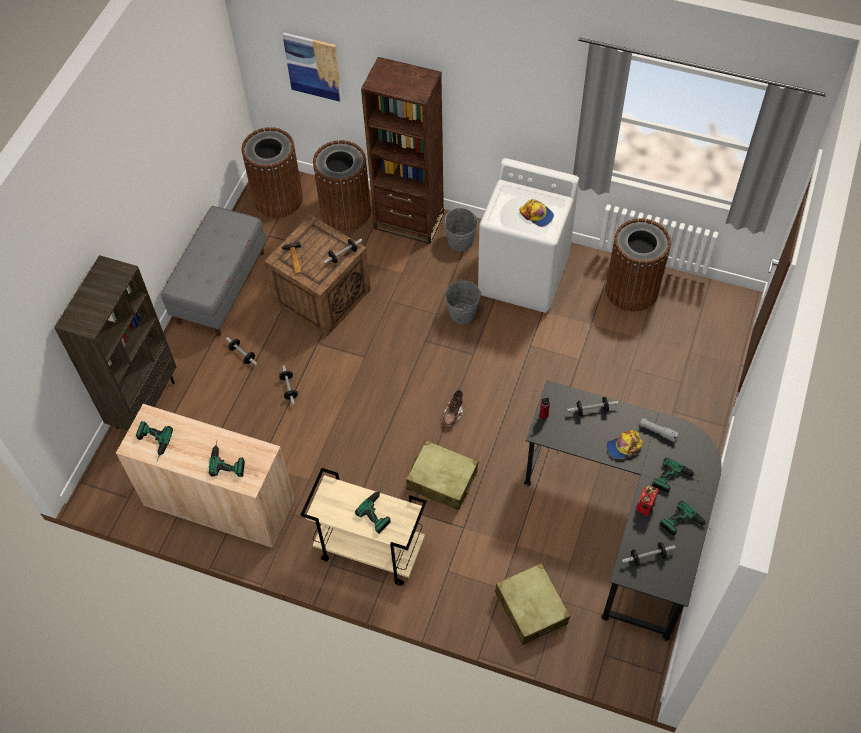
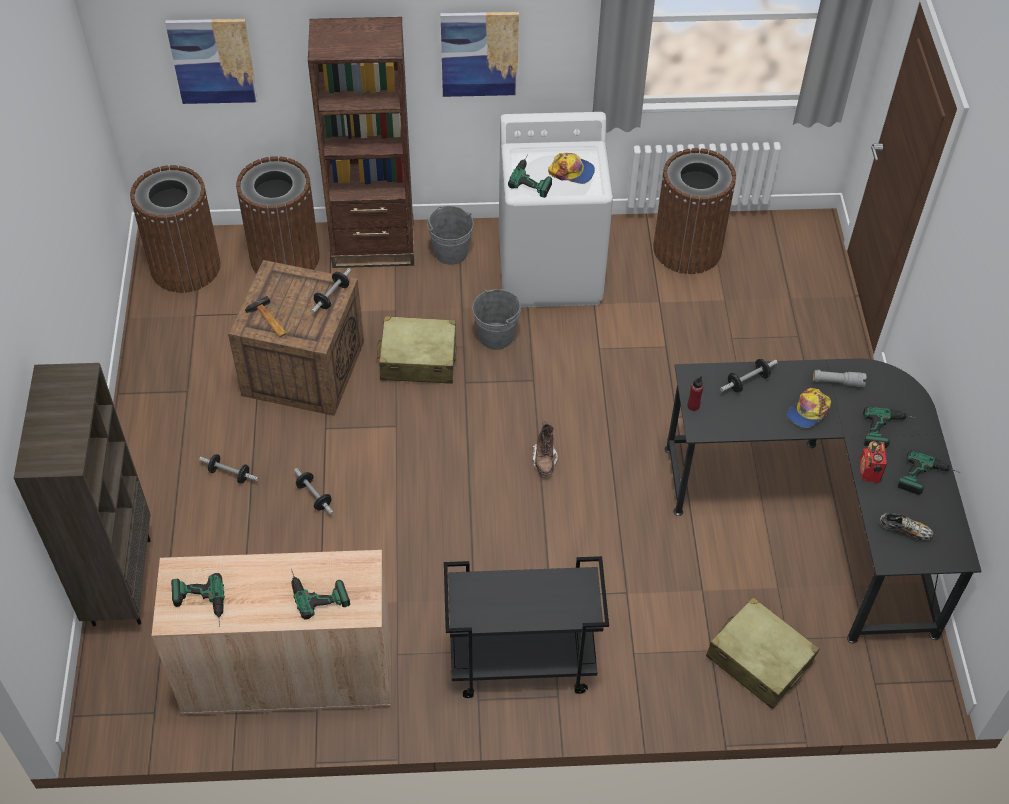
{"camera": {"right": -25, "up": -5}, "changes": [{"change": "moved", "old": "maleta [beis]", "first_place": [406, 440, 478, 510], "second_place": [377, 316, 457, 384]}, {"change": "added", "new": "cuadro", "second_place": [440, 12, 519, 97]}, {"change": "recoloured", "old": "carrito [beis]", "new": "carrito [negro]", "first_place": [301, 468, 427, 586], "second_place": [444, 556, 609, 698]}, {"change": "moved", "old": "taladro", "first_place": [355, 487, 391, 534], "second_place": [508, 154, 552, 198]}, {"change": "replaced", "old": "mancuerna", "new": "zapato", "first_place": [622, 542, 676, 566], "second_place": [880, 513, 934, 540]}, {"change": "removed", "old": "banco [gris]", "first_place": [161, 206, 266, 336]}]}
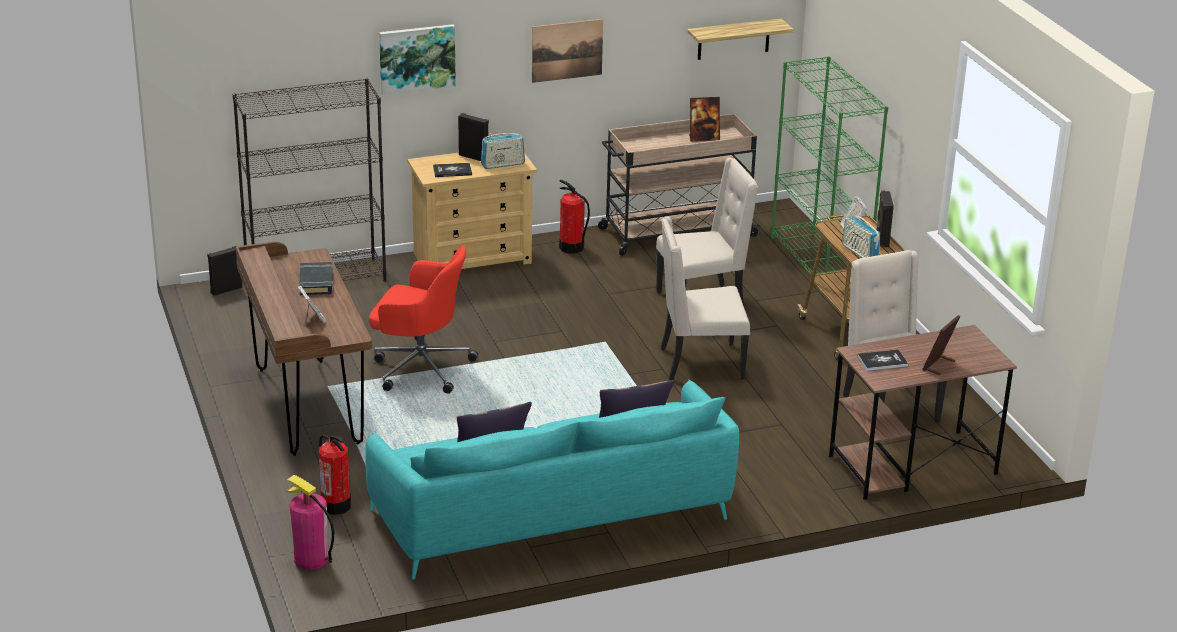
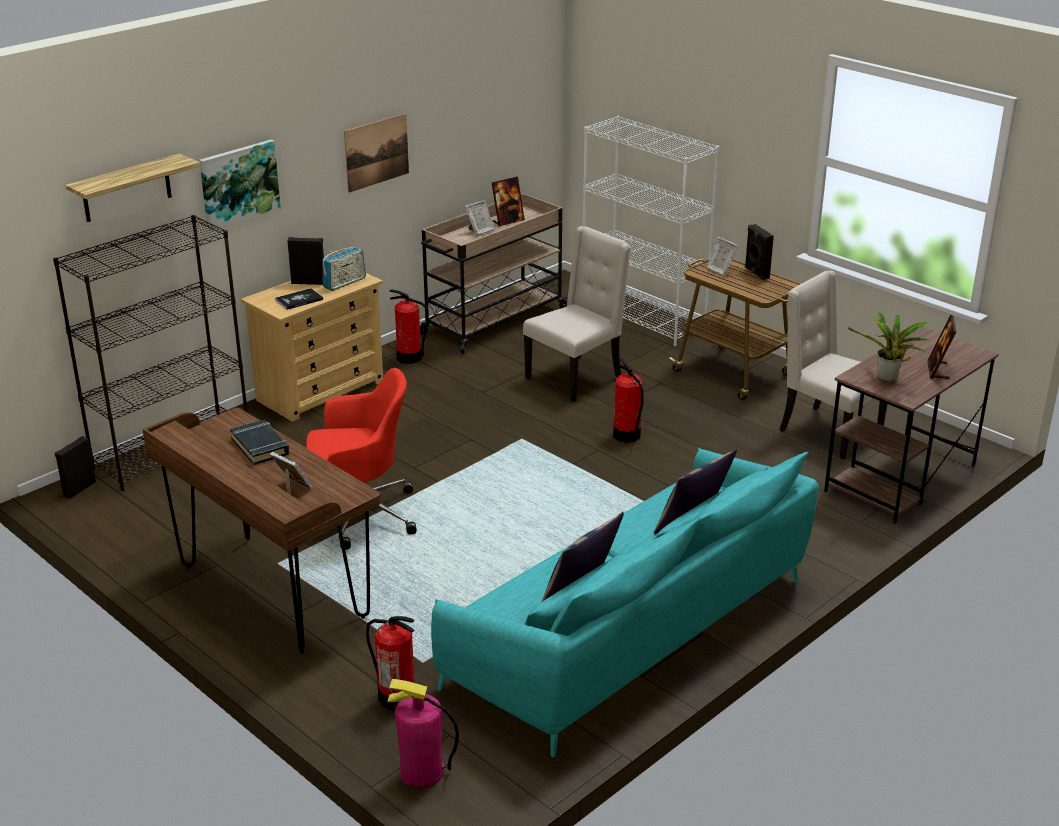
{"camera": {"right": -25, "up": 0}, "changes": [{"change": "moved", "old": "estante", "first_place": [687, 18, 794, 60], "second_place": [65, 153, 200, 222]}, {"change": "added", "new": "portarretratos", "second_place": [465, 200, 495, 236]}, {"change": "recoloured", "old": "estantería [verde]", "new": "estantería [blanco]", "first_place": [771, 56, 888, 296], "second_place": [583, 116, 720, 346]}, {"change": "replaced", "old": "silla [beis]", "new": "extintor", "first_place": [661, 217, 750, 380], "second_place": [613, 356, 644, 443]}, {"change": "replaced", "old": "libro", "new": "planta en maceta", "first_place": [857, 350, 909, 371], "second_place": [848, 312, 931, 382]}, {"change": "removed", "old": "radio", "first_place": [842, 212, 880, 258]}]}
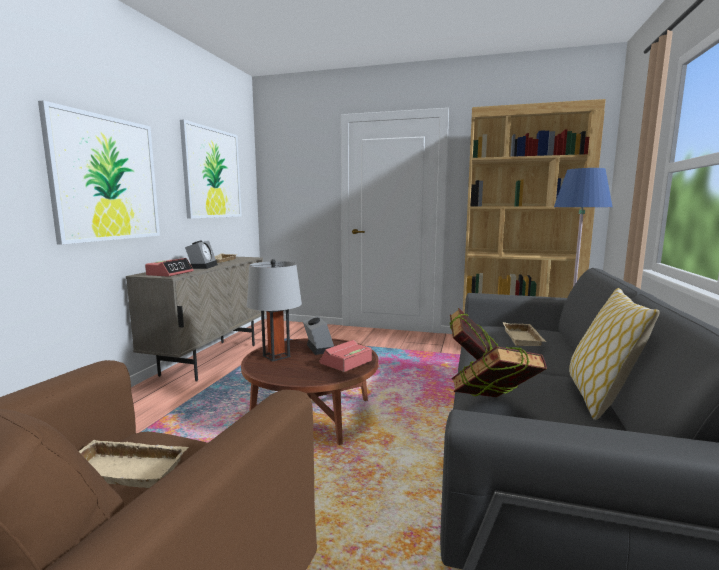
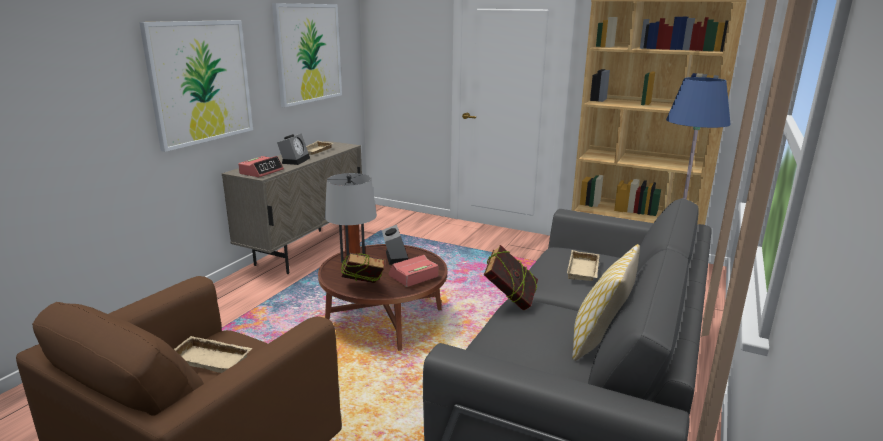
{"camera": {"right": 10, "up": 10}, "changes": [{"change": "moved", "old": "libro", "first_place": [451, 346, 547, 397], "second_place": [341, 253, 385, 283]}]}
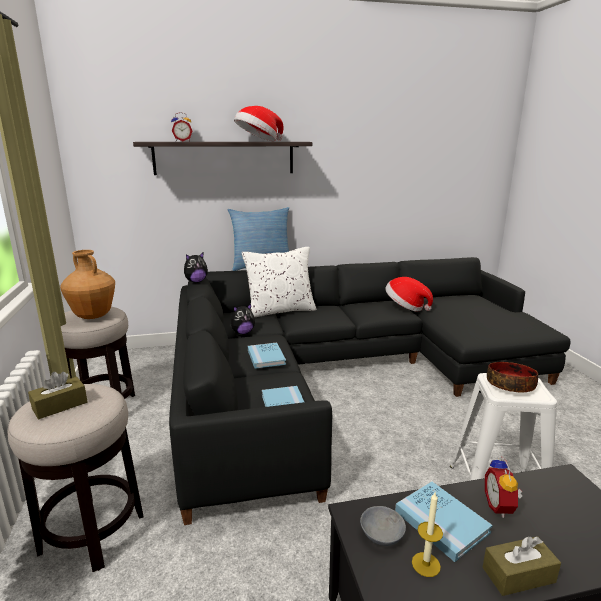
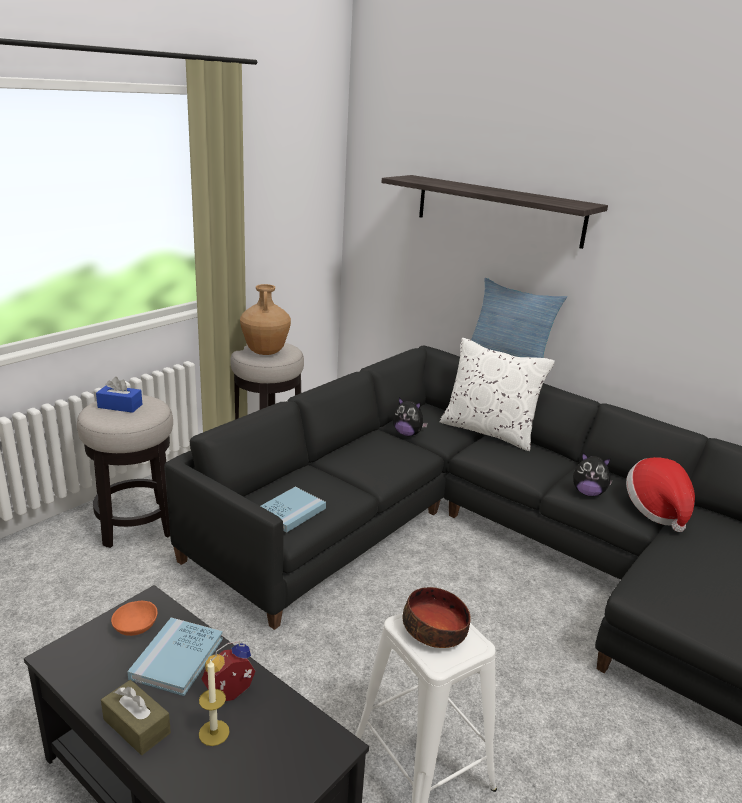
{"camera": {"right": 50, "up": 5}, "changes": [{"change": "recoloured", "old": "caja de pañuelos [marrón]", "new": "caja de pañuelos [azul]", "first_place": [28, 372, 87, 419], "second_place": [96, 377, 142, 413]}, {"change": "recoloured", "old": "cuenco [gris]", "new": "cuenco [naranja]", "first_place": [360, 506, 406, 546], "second_place": [111, 601, 158, 636]}, {"change": "moved", "old": "vela", "first_place": [412, 493, 443, 577], "second_place": [199, 659, 230, 746]}, {"change": "moved", "old": "peluche", "first_place": [184, 253, 208, 283], "second_place": [573, 453, 613, 496]}, {"change": "removed", "old": "despertador", "first_place": [171, 112, 192, 141]}, {"change": "removed", "old": "sombrero", "first_place": [234, 106, 284, 141]}, {"change": "removed", "old": "libro [azul]", "first_place": [248, 343, 286, 369]}]}
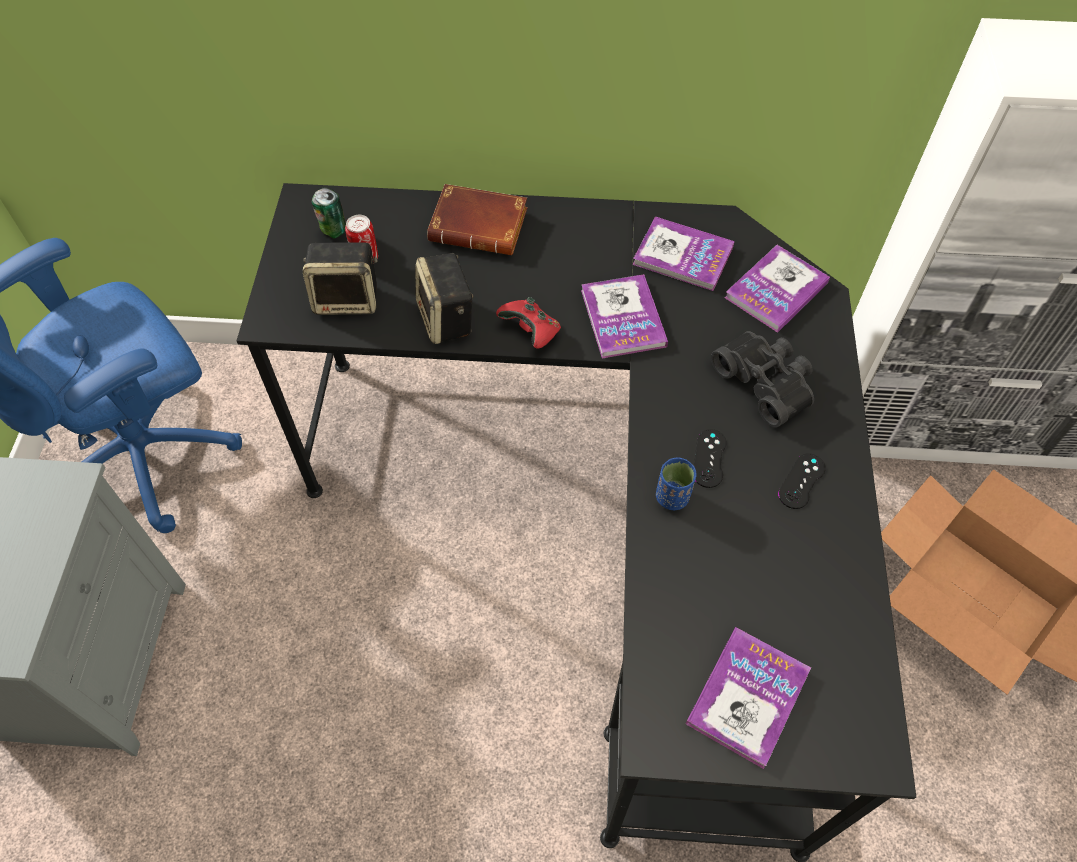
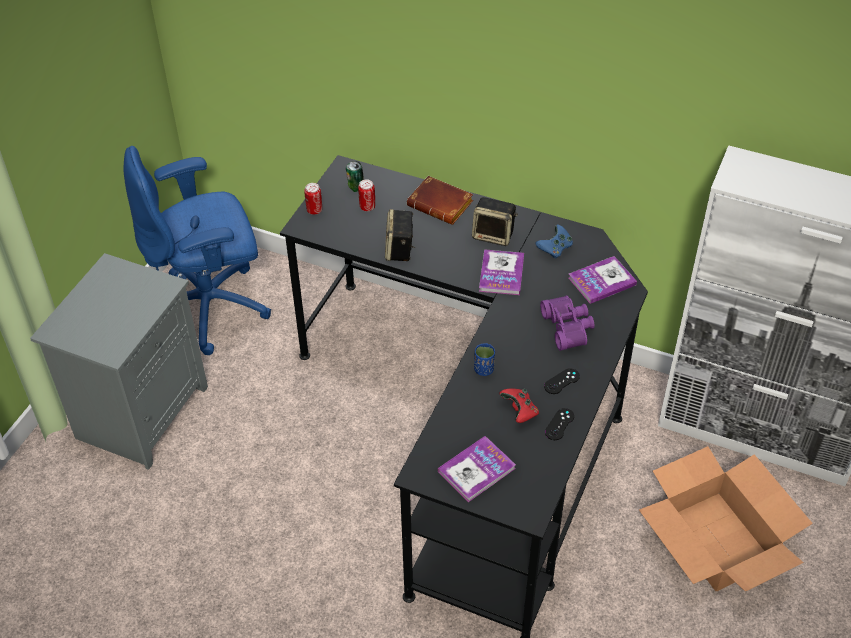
{"camera": {"right": 20, "up": -10}, "changes": [{"change": "added", "new": "lata", "second_place": [304, 183, 322, 215]}, {"change": "moved", "old": "altavoz", "first_place": [303, 242, 378, 315], "second_place": [472, 197, 518, 246]}, {"change": "moved", "old": "mando de consola [rojo]", "first_place": [496, 297, 561, 348], "second_place": [499, 388, 539, 423]}, {"change": "replaced", "old": "libro", "new": "mando de consola [azul]", "first_place": [632, 216, 735, 291], "second_place": [536, 225, 573, 259]}, {"change": "recoloured", "old": "prismáticos [negro]", "new": "prismáticos [morado]", "first_place": [711, 331, 814, 428], "second_place": [540, 295, 594, 351]}, {"change": "moved", "old": "mando de consola [negro]", "first_place": [694, 429, 727, 488], "second_place": [545, 408, 574, 440]}]}
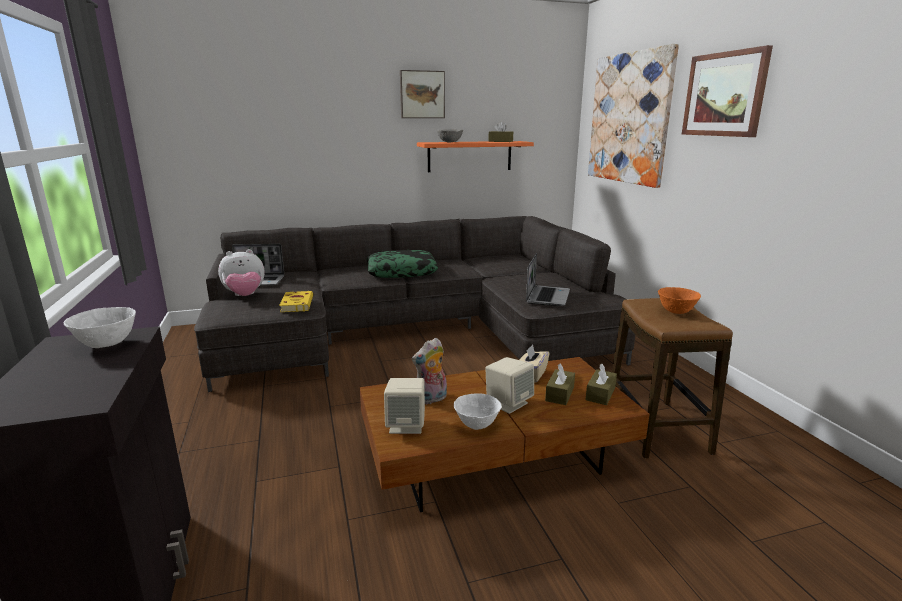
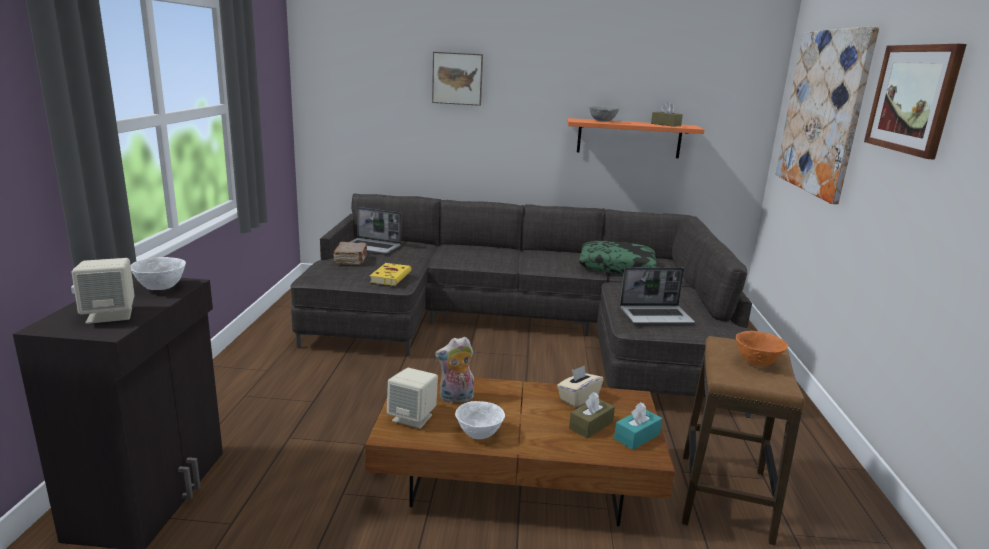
{"camera": {"right": 20, "up": 0}, "changes": [{"change": "moved", "old": "altavoz [beis]", "first_place": [485, 357, 534, 414], "second_place": [72, 258, 134, 324]}, {"change": "replaced", "old": "peluche", "new": "libro [marrón]", "first_place": [218, 249, 265, 296], "second_place": [333, 242, 368, 265]}, {"change": "moved", "old": "cuadro", "first_place": [400, 70, 445, 118], "second_place": [432, 52, 483, 106]}, {"change": "moved", "old": "cojín", "first_place": [367, 250, 438, 278], "second_place": [579, 241, 657, 274]}, {"change": "recoloured", "old": "caja de pañuelos [marrón]", "new": "caja de pañuelos [turquesa]", "first_place": [586, 363, 617, 405], "second_place": [614, 402, 662, 450]}, {"change": "turned", "old": "portátil", "first_place": [526, 253, 570, 306], "second_place": [620, 267, 695, 323], "degrees": 45}]}
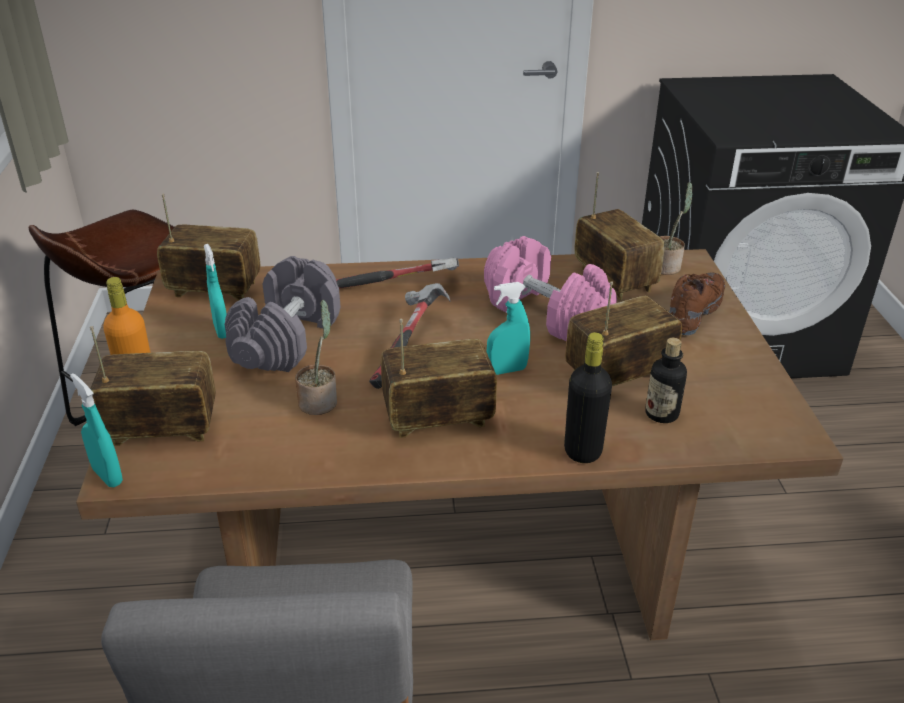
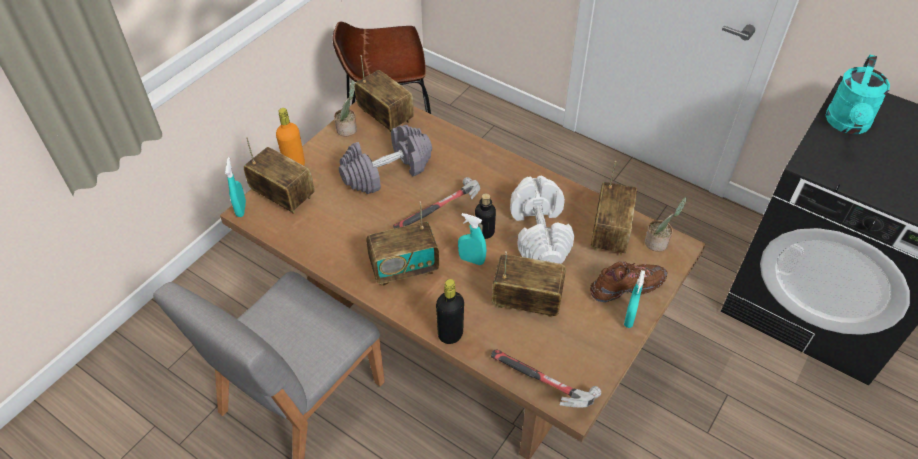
{"camera": {"right": 40, "up": 15}, "changes": [{"change": "moved", "old": "planta en maceta", "first_place": [295, 300, 337, 415], "second_place": [334, 80, 357, 137]}, {"change": "turned", "old": "radio", "first_place": [381, 319, 497, 438], "second_place": [366, 201, 439, 286], "degrees": 135}, {"change": "moved", "old": "botella", "first_place": [645, 338, 687, 423], "second_place": [475, 193, 496, 239]}, {"change": "moved", "old": "martillo", "first_place": [336, 257, 459, 289], "second_place": [491, 350, 601, 407]}, {"change": "recoloured", "old": "mancuerna [rosa]", "new": "mancuerna [blanco]", "first_place": [484, 236, 617, 342], "second_place": [510, 176, 574, 264]}, {"change": "moved", "old": "pulverizador [turquesa]", "first_place": [204, 244, 227, 339], "second_place": [624, 270, 645, 328]}, {"change": "added", "new": "regadera [turquesa]", "second_place": [825, 55, 890, 134]}]}
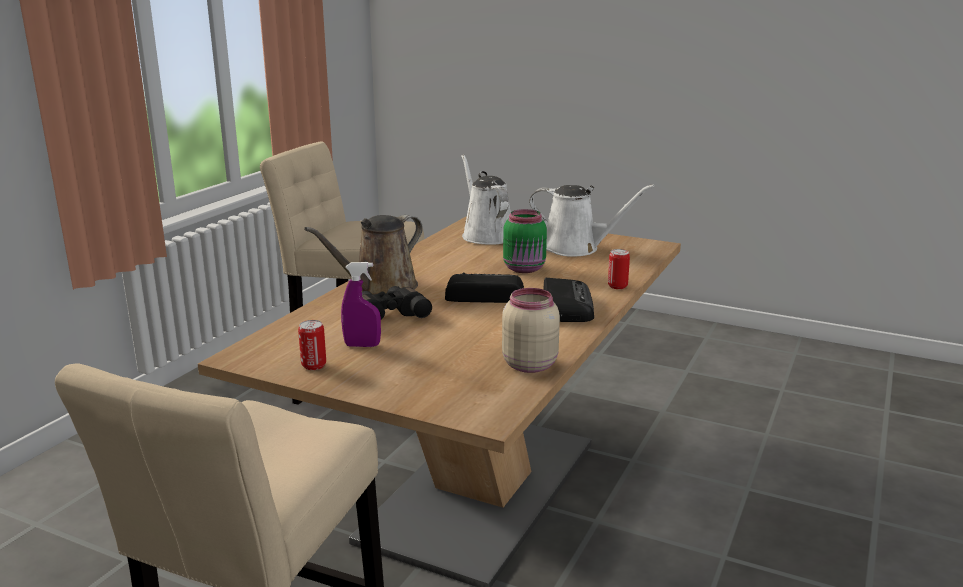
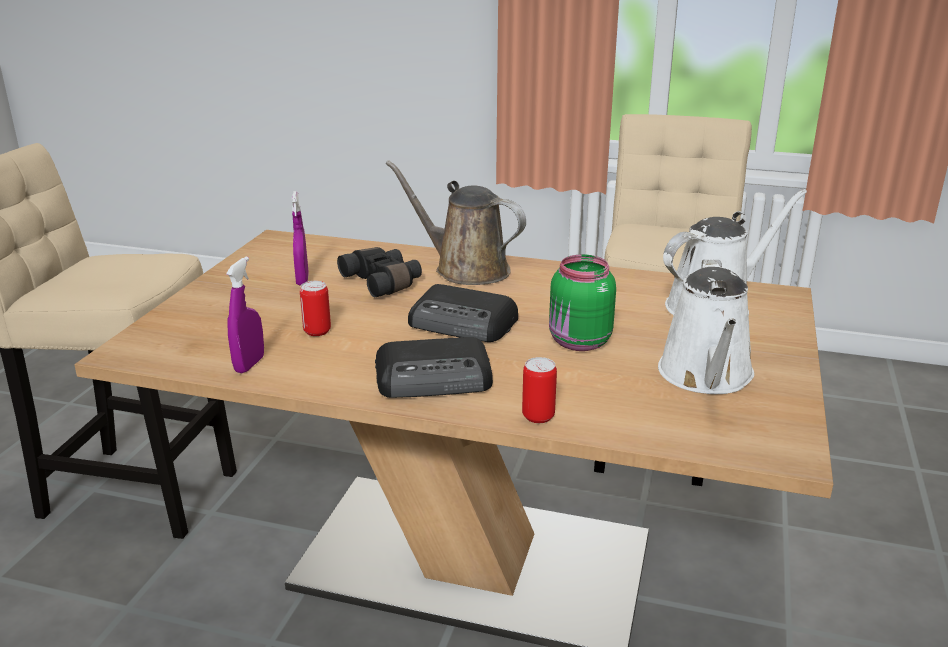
{"camera": {"right": 80, "up": 5}, "changes": [{"change": "replaced", "old": "tarro [beis]", "new": "pulverizador [morado]", "first_place": [502, 288, 560, 373], "second_place": [226, 257, 264, 373]}, {"change": "moved", "old": "lata", "first_place": [298, 320, 326, 370], "second_place": [300, 281, 331, 336]}, {"change": "turned", "old": "radio", "first_place": [445, 272, 524, 303], "second_place": [408, 284, 518, 342], "degrees": 120}]}
